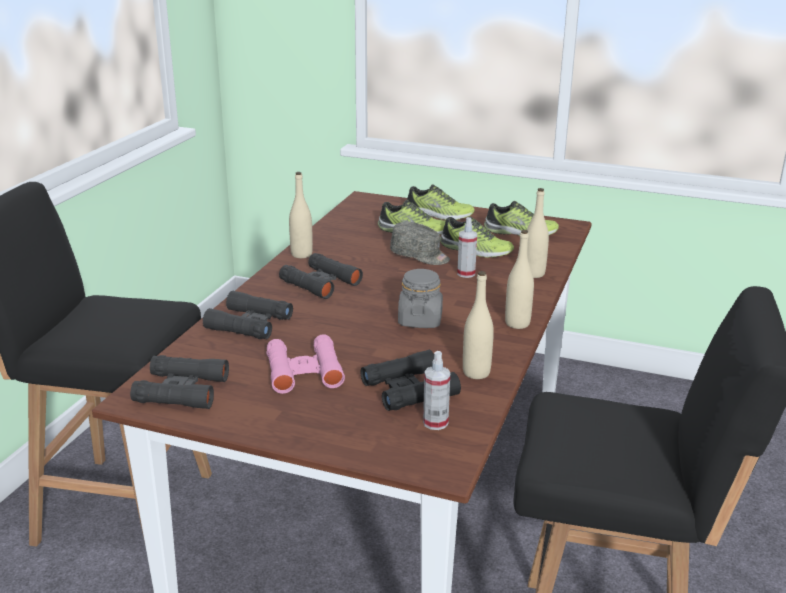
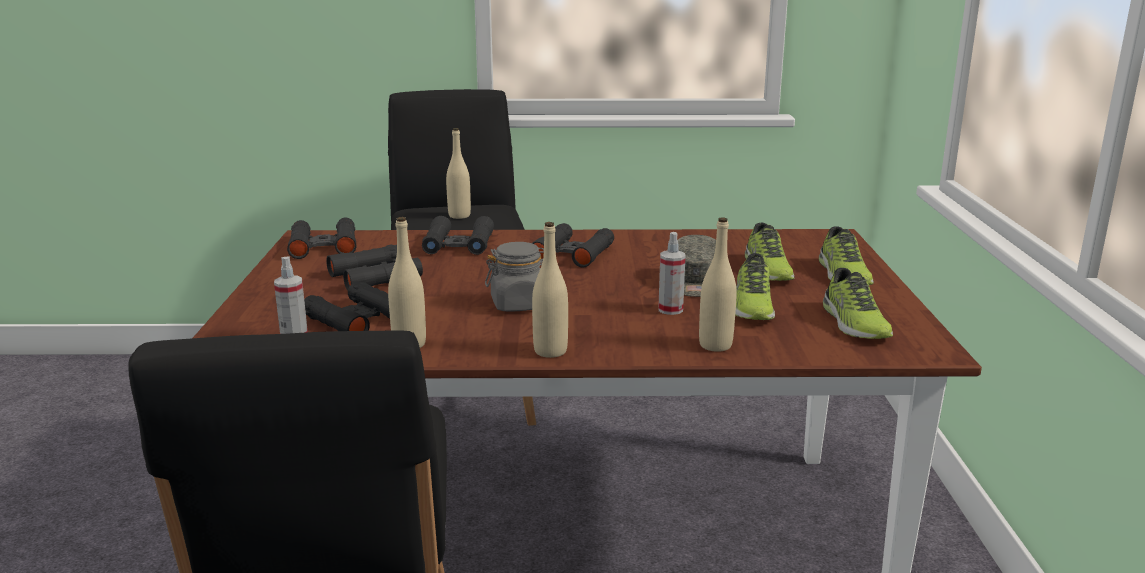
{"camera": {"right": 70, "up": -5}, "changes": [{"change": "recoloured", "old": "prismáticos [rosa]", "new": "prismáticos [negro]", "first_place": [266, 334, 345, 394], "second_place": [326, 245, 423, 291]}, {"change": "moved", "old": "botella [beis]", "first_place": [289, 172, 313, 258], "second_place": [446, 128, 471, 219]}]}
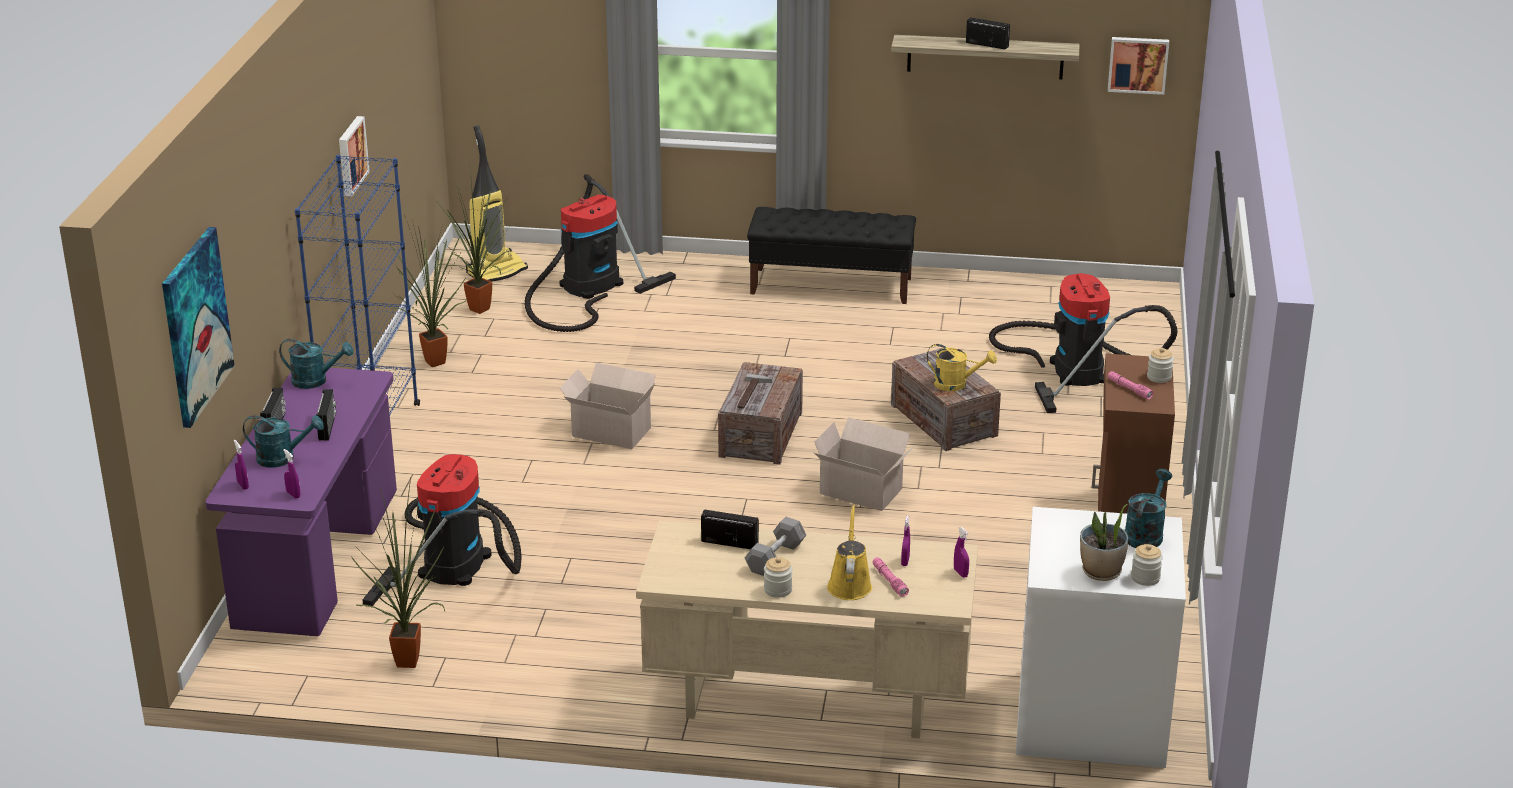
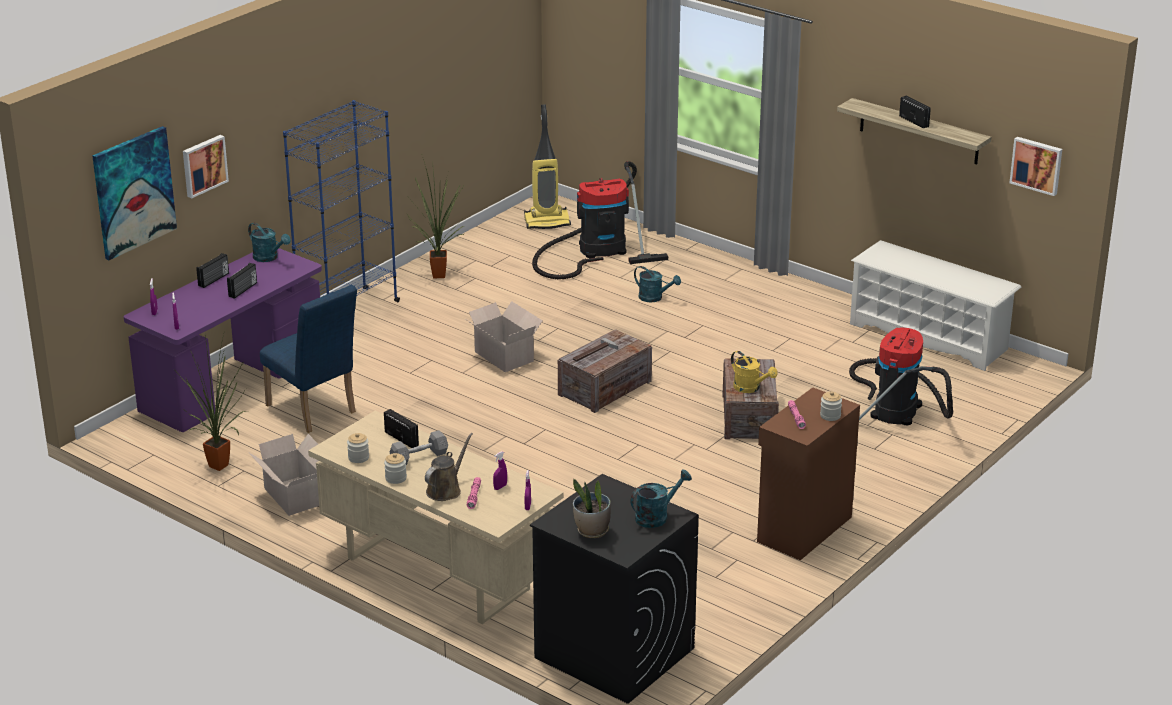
{"camera": {"right": 30, "up": 0}, "changes": [{"change": "moved", "old": "cuadro", "first_place": [339, 116, 370, 196], "second_place": [183, 135, 229, 198]}, {"change": "moved", "old": "caja de cartón", "first_place": [813, 417, 915, 511], "second_place": [248, 434, 319, 516]}, {"change": "replaced", "old": "aspiradora", "new": "silla [azul]", "first_place": [362, 454, 521, 606], "second_place": [260, 285, 357, 433]}, {"change": "moved", "old": "tarro", "first_place": [1131, 544, 1163, 586], "second_place": [347, 433, 369, 463]}, {"change": "recoloured", "old": "regadera [amarillo]", "new": "regadera [marrón]", "first_place": [827, 505, 872, 600], "second_place": [425, 433, 473, 501]}, {"change": "recoloured", "old": "lavadora [blanco]", "new": "lavadora [negro]", "first_place": [1016, 507, 1186, 768], "second_place": [530, 474, 699, 704]}, {"change": "moved", "old": "regadera [turquesa]", "first_place": [243, 415, 323, 468], "second_place": [634, 266, 681, 303]}, {"change": "added", "new": "zapatero [blanco]", "second_place": [850, 241, 1021, 371]}, {"change": "removed", "old": "planta en maceta", "first_place": [435, 161, 511, 314]}, {"change": "removed", "old": "banco [negro]", "first_place": [747, 207, 916, 304]}]}
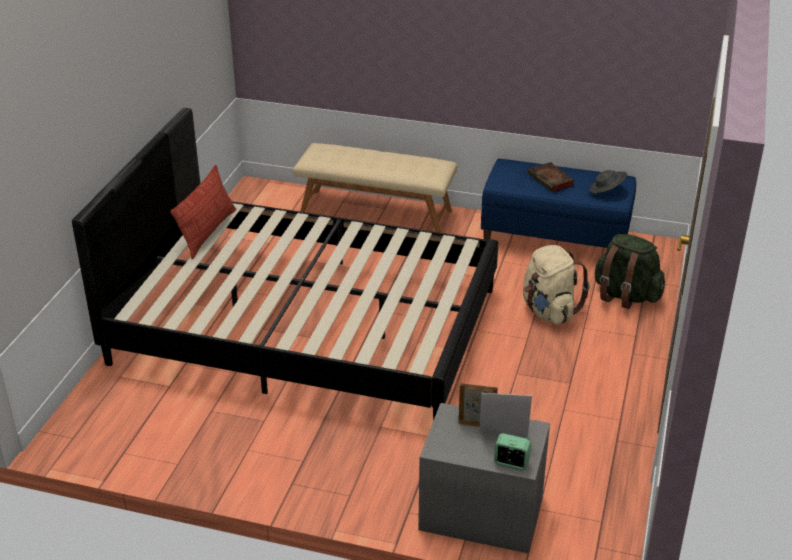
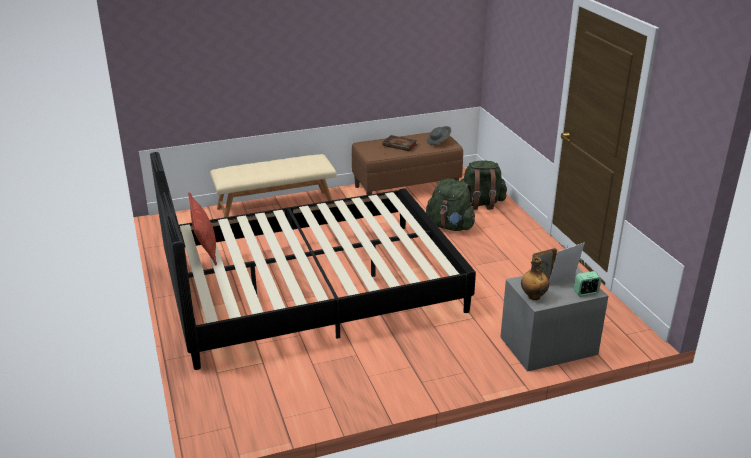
{"camera": {"right": -35, "up": -5}, "changes": [{"change": "recoloured", "old": "banco [azul]", "new": "banco [marrón]", "first_place": [481, 159, 636, 248], "second_place": [352, 132, 463, 195]}, {"change": "recoloured", "old": "mochila [beis]", "new": "mochila [verde]", "first_place": [523, 245, 590, 325], "second_place": [426, 178, 475, 231]}, {"change": "added", "new": "botella", "second_place": [521, 257, 549, 300]}]}
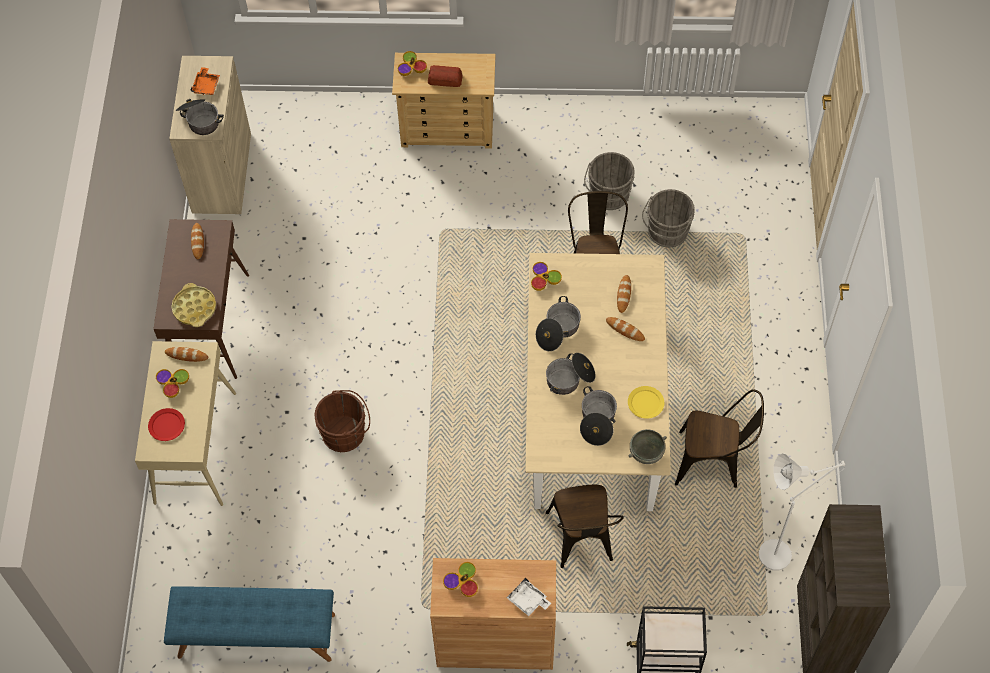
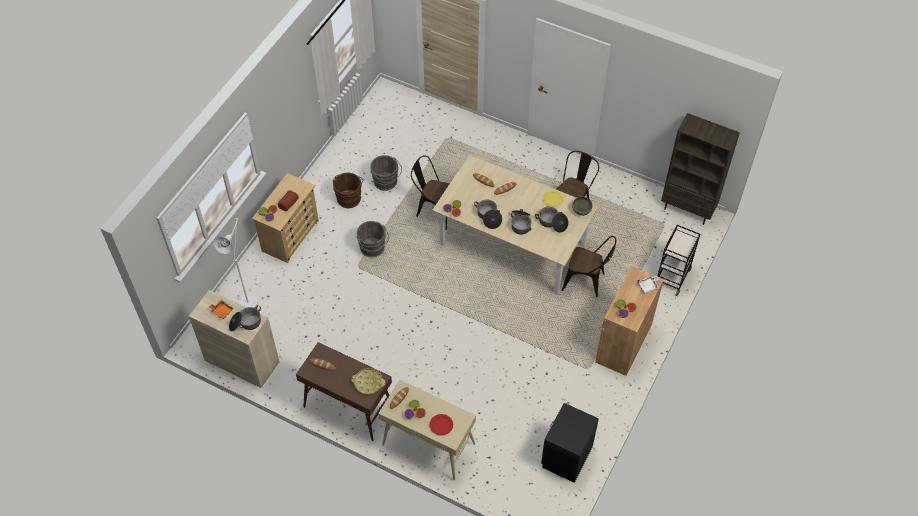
{"camera": {"right": -65, "up": -5}, "changes": [{"change": "moved", "old": "lámpara de pie [blanco]", "first_place": [759, 453, 845, 570], "second_place": [213, 218, 261, 308]}, {"change": "moved", "old": "cubo [marrón]", "first_place": [315, 390, 370, 452], "second_place": [333, 173, 363, 208]}, {"change": "moved", "old": "cubo [gris]", "first_place": [642, 189, 695, 248], "second_place": [356, 221, 389, 257]}, {"change": "replaced", "old": "banco [azul]", "new": "mesita de noche [negro]", "first_place": [164, 586, 335, 662], "second_place": [541, 403, 599, 483]}]}
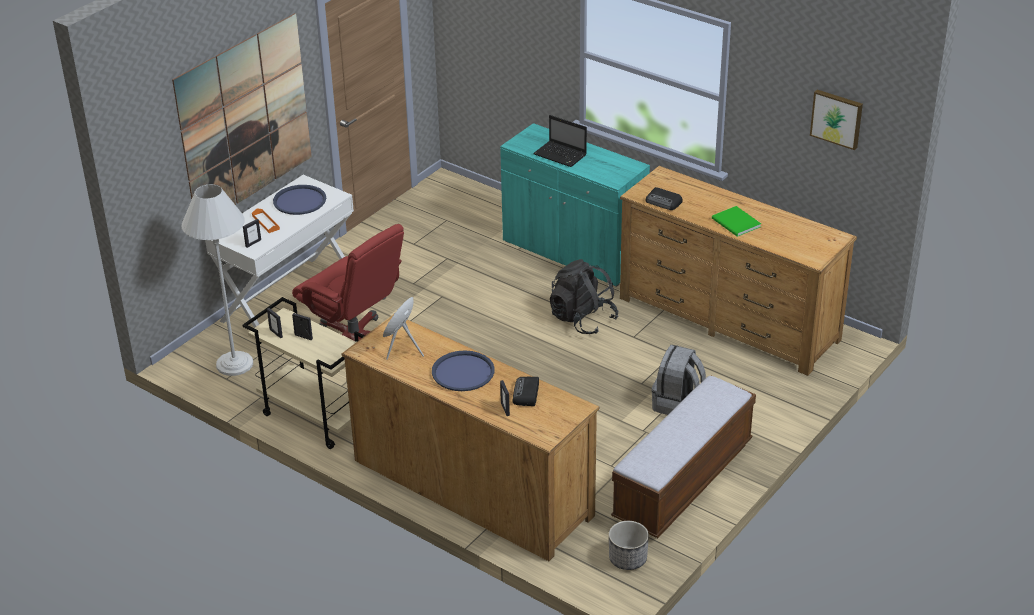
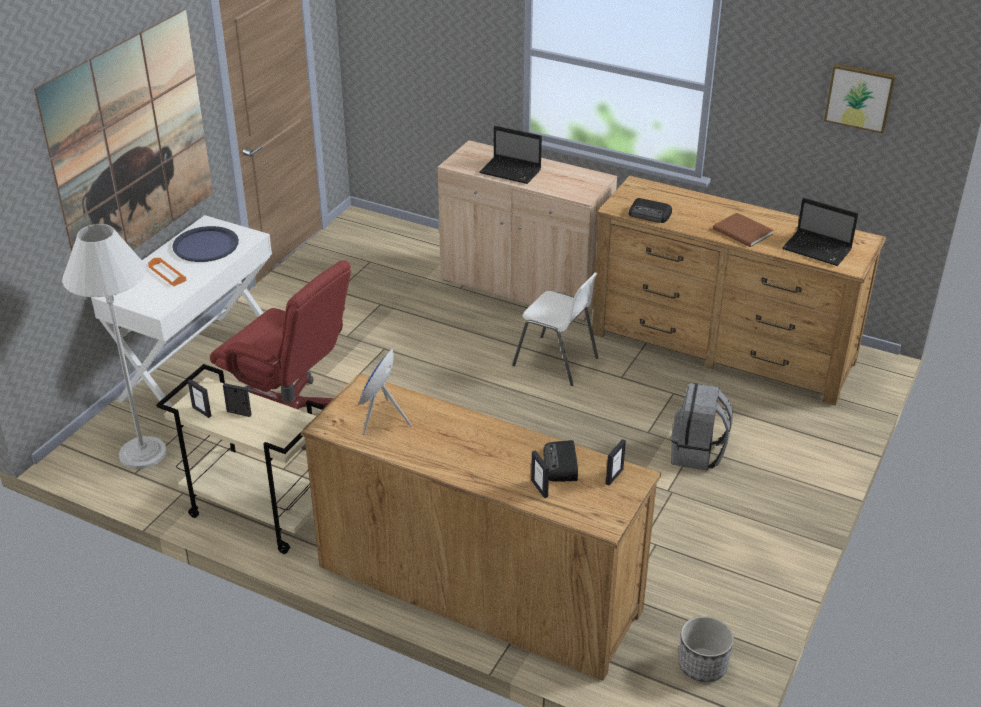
{"camera": {"right": -10, "up": 0}, "changes": [{"change": "recoloured", "old": "armario [turquesa]", "new": "armario [beis]", "first_place": [500, 123, 650, 287], "second_place": [438, 140, 617, 321]}, {"change": "replaced", "old": "mochila [negro]", "new": "silla [blanco]", "first_place": [550, 259, 619, 334], "second_place": [512, 272, 598, 386]}, {"change": "moved", "old": "portarretratos", "first_place": [243, 219, 261, 248], "second_place": [606, 439, 626, 486]}, {"change": "recoloured", "old": "libro [verde]", "new": "libro [marrón]", "first_place": [712, 206, 761, 237], "second_place": [713, 213, 774, 247]}, {"change": "added", "new": "portátil", "second_place": [782, 198, 858, 266]}, {"change": "removed", "old": "bandeja [azul]", "first_place": [432, 350, 495, 391]}, {"change": "removed", "old": "banco", "first_place": [611, 376, 756, 538]}]}
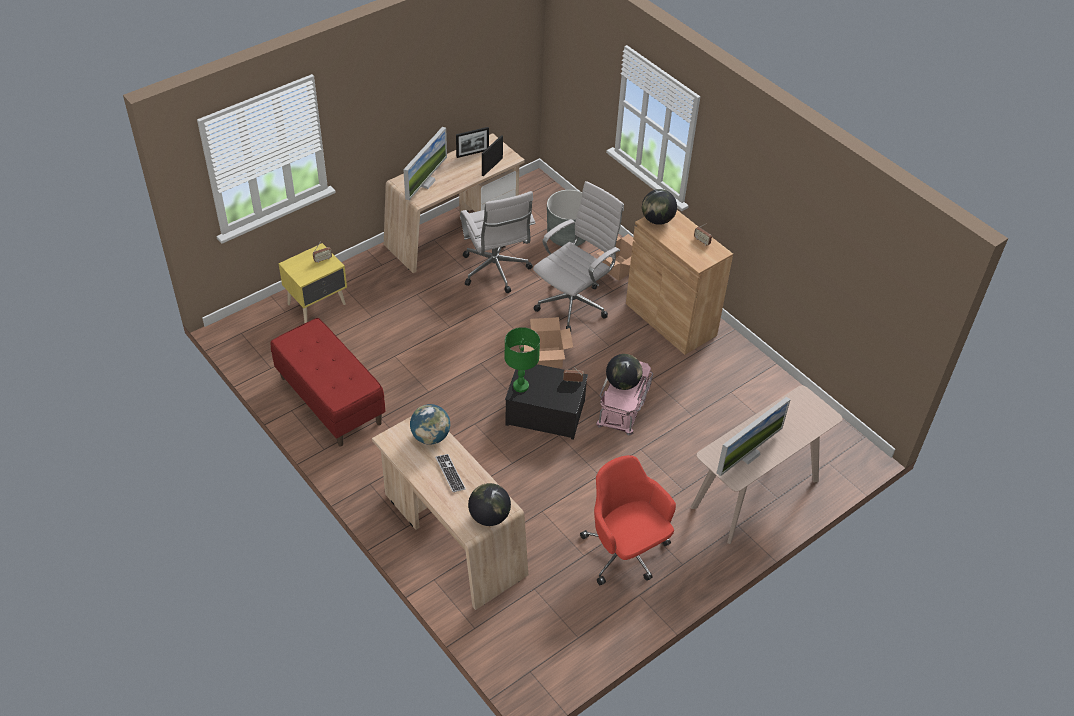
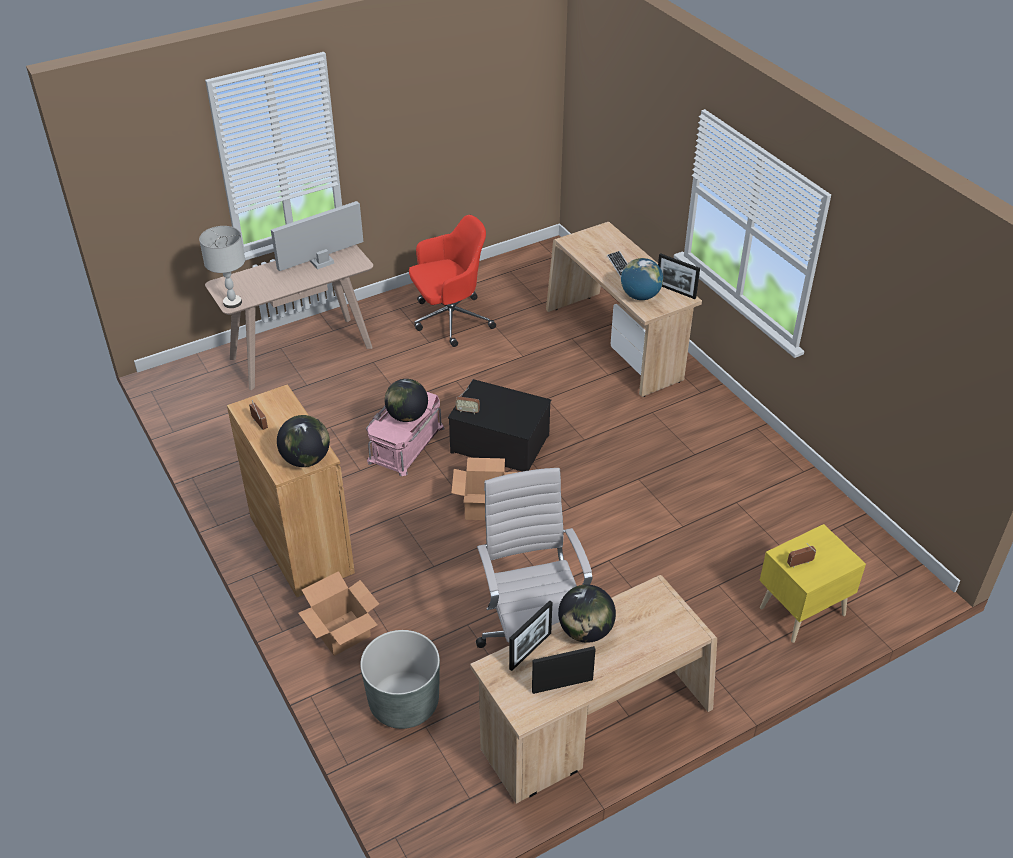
{"camera": {"right": -170, "up": -5}, "changes": [{"change": "added", "new": "lámpara de mesa [gris]", "second_place": [199, 226, 245, 308]}, {"change": "turned", "old": "silla de oficina [rojo]", "first_place": [580, 455, 676, 586], "second_place": [409, 215, 496, 347], "degrees": -90}, {"change": "moved", "old": "globo terráqueo", "first_place": [468, 483, 511, 526], "second_place": [558, 584, 616, 643]}, {"change": "added", "new": "portarretratos", "second_place": [658, 253, 700, 299]}, {"change": "removed", "old": "banco [rojo]", "first_place": [271, 318, 385, 447]}, {"change": "removed", "old": "monitor", "first_place": [403, 127, 447, 200]}, {"change": "removed", "old": "lámpara de mesa [verde]", "first_place": [504, 327, 540, 392]}, {"change": "removed", "old": "silla de oficina [blanco]", "first_place": [533, 181, 624, 331]}]}
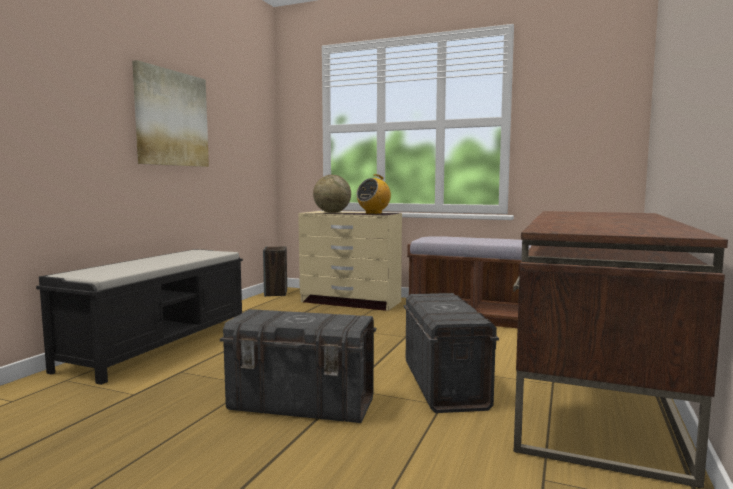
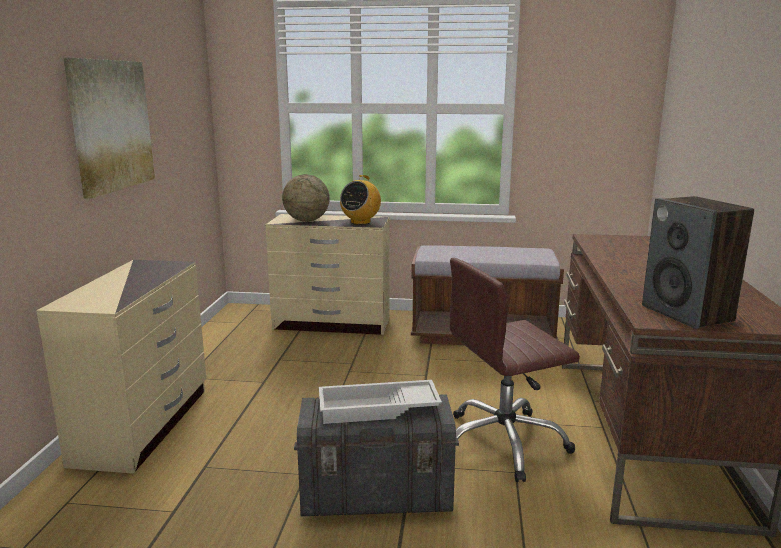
{"camera": {"right": -15, "up": 10}, "changes": [{"change": "replaced", "old": "banco [negro]", "new": "cómoda [beis]", "first_place": [36, 249, 243, 385], "second_place": [36, 260, 206, 474]}, {"change": "added", "new": "bandeja [blanco]", "second_place": [319, 380, 442, 424]}, {"change": "replaced", "old": "caja de almacenaje [gris]", "new": "silla de oficina [marrón]", "first_place": [404, 293, 499, 413], "second_place": [450, 258, 580, 482]}, {"change": "moved", "old": "altavoz", "first_place": [263, 246, 287, 297], "second_place": [642, 196, 754, 329]}]}
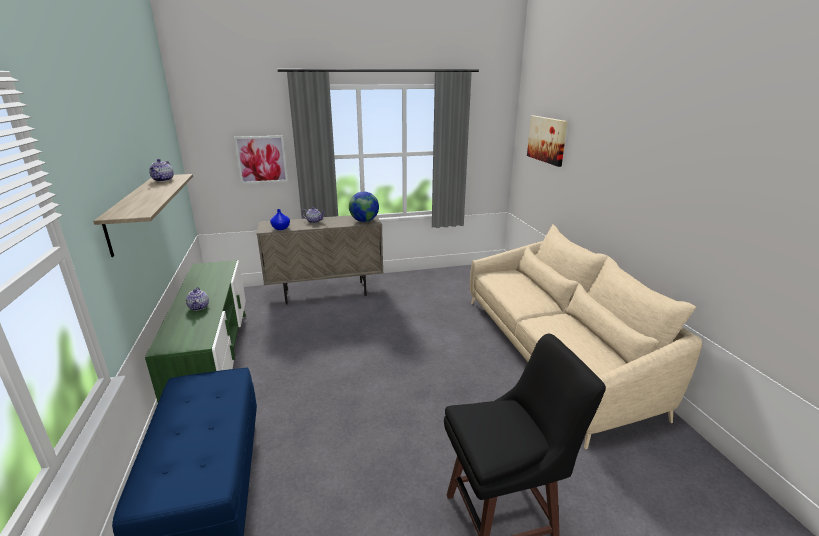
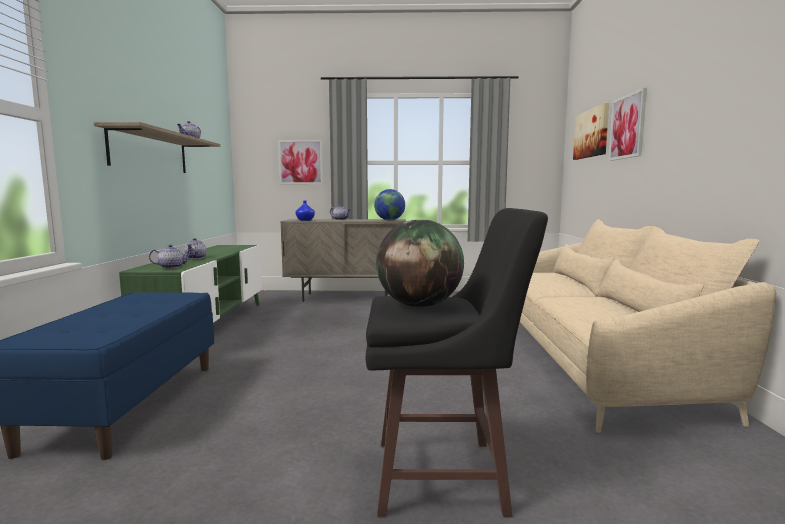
{"camera": {"right": 15, "up": -15}, "changes": [{"change": "added", "new": "tetera", "second_place": [149, 244, 192, 269]}, {"change": "added", "new": "globo terráqueo", "second_place": [376, 219, 464, 307]}, {"change": "added", "new": "cuadro", "second_place": [609, 88, 647, 161]}]}
